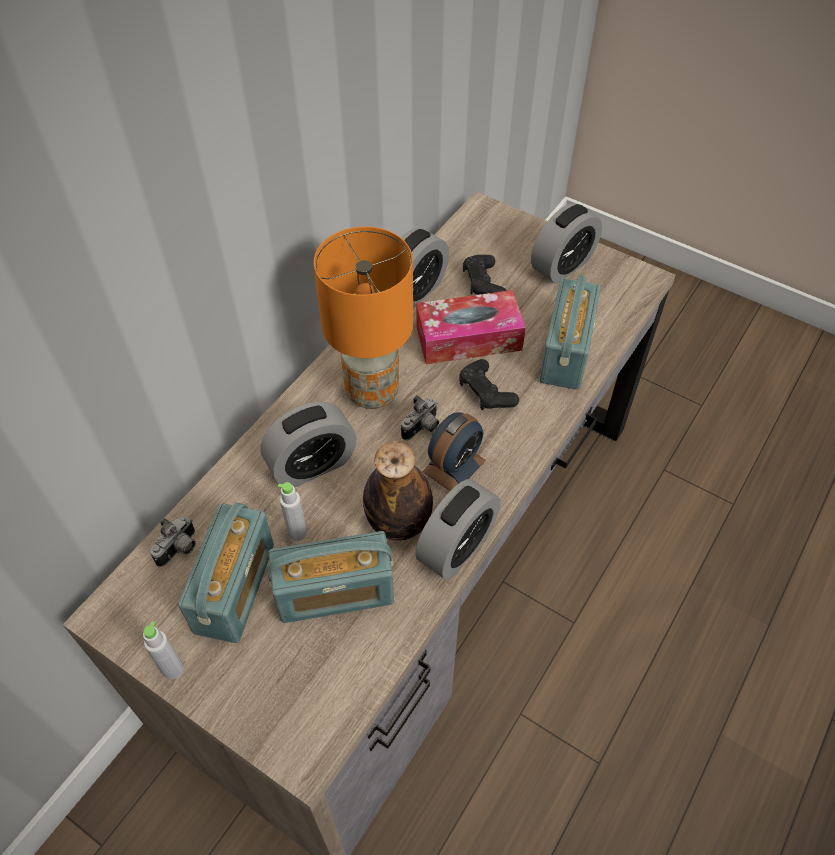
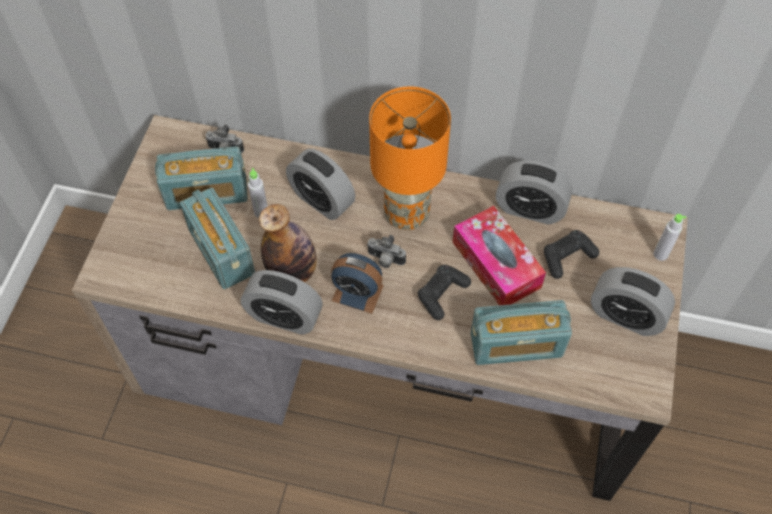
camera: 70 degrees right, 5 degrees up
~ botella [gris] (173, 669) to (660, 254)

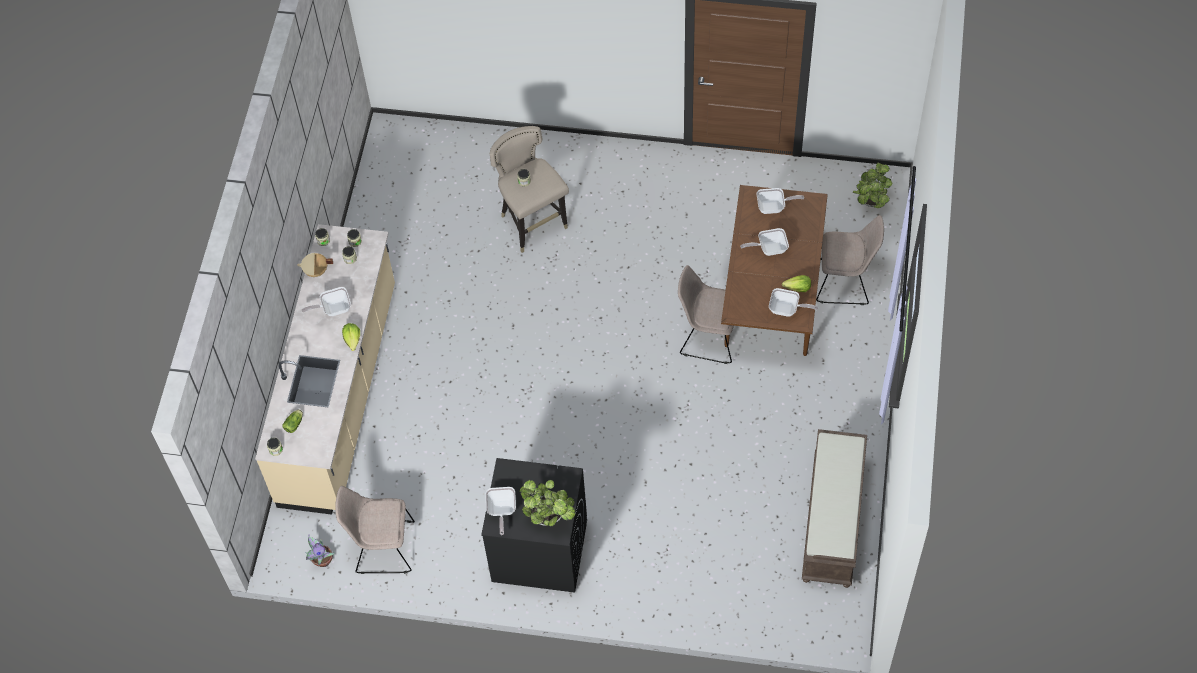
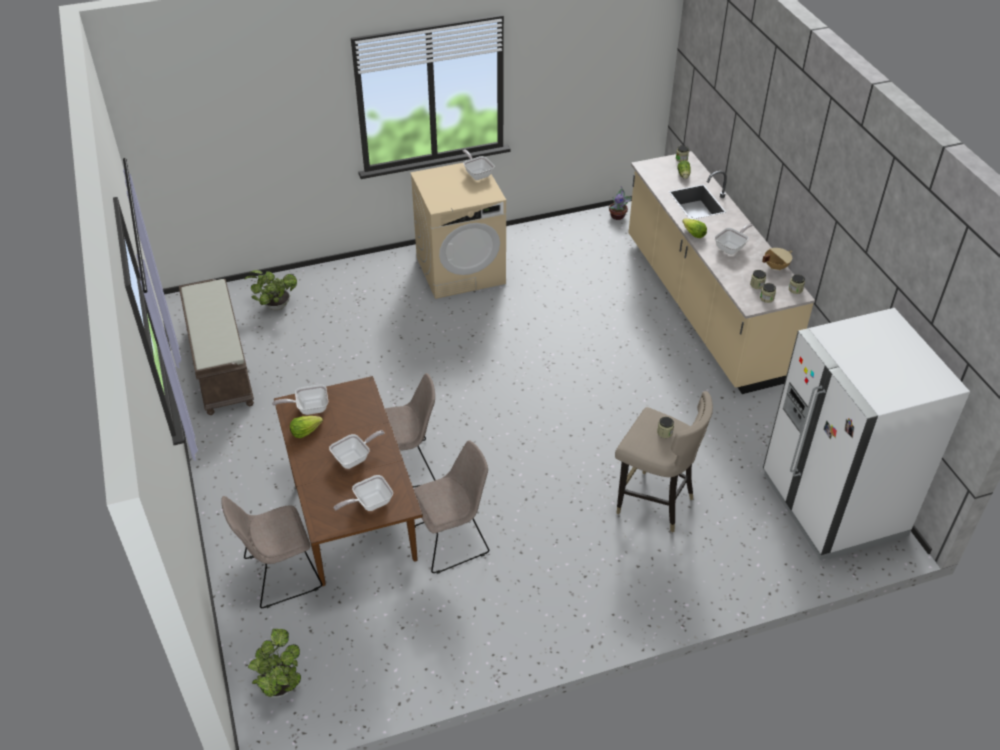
camera: 150 degrees right, 15 degrees down
~ lavadora [negro] (539, 550) to lavadora [beis] (461, 270)
~ planta en maceta (549, 516) to (275, 305)
~ silla [beis] (382, 547) to (451, 539)
+ nevera [blanco] (832, 505)

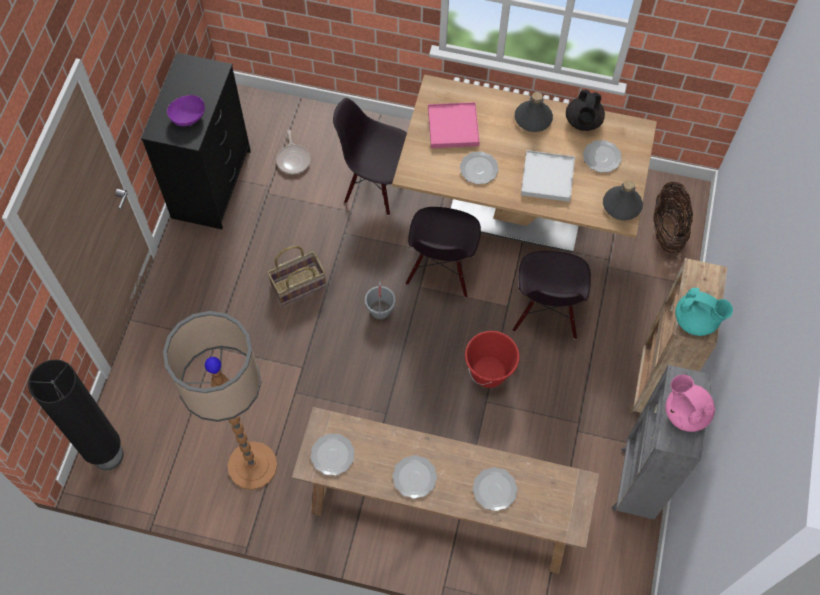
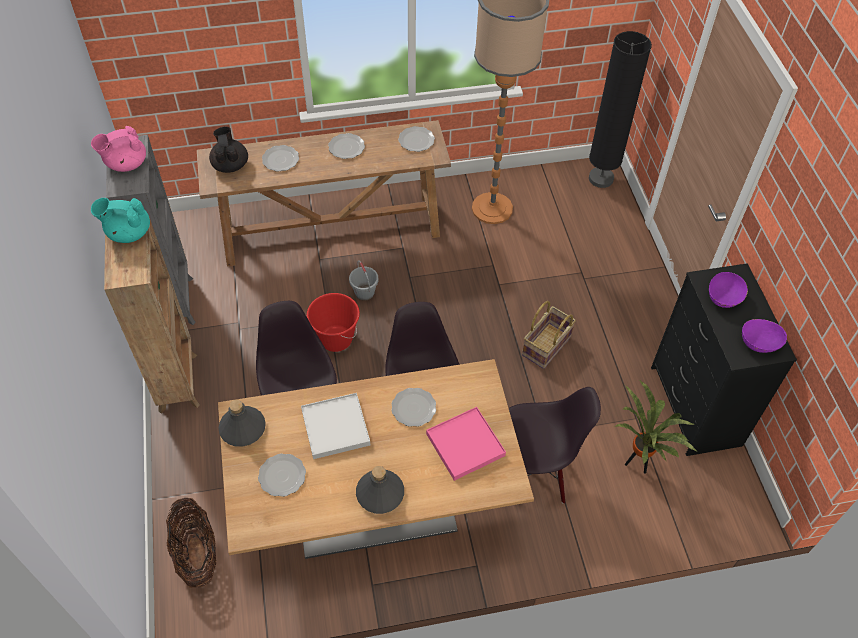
camera: 155 degrees right, 10 degrees down
~ tetera [negro] (583, 122) to (230, 165)
~ sartén (293, 159) to planta en maceta (637, 465)
~ cubo [gris] (380, 310) to (364, 293)
~ tetera [rosa] (685, 412) = (126, 164) 120 degrees clockwise
+ cuenco [morado] (759, 343)

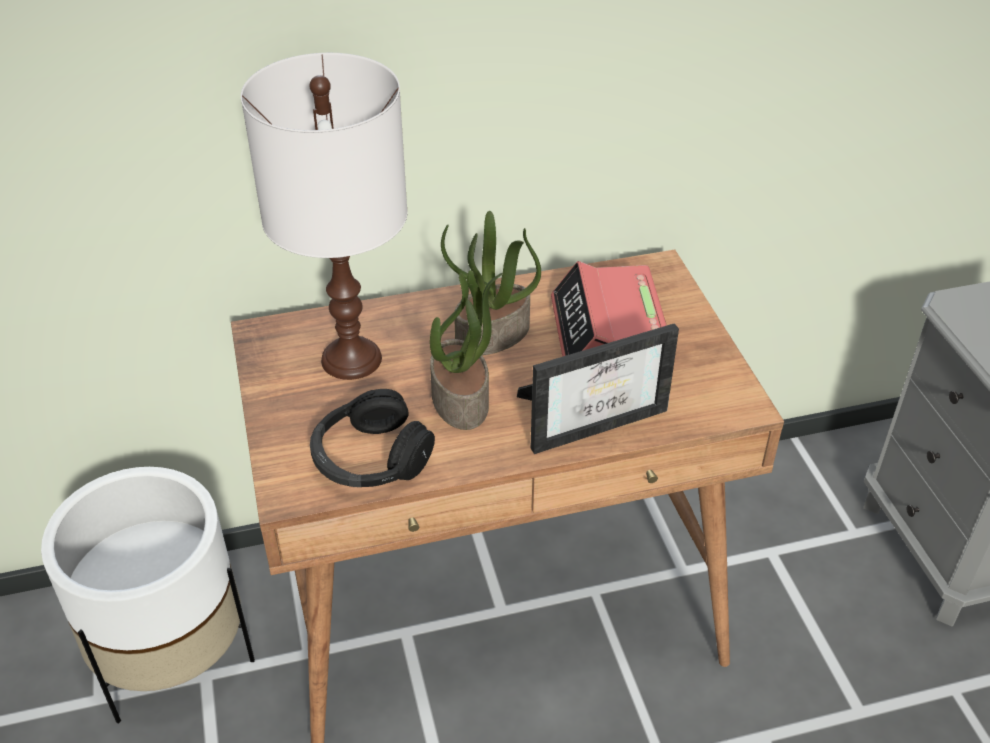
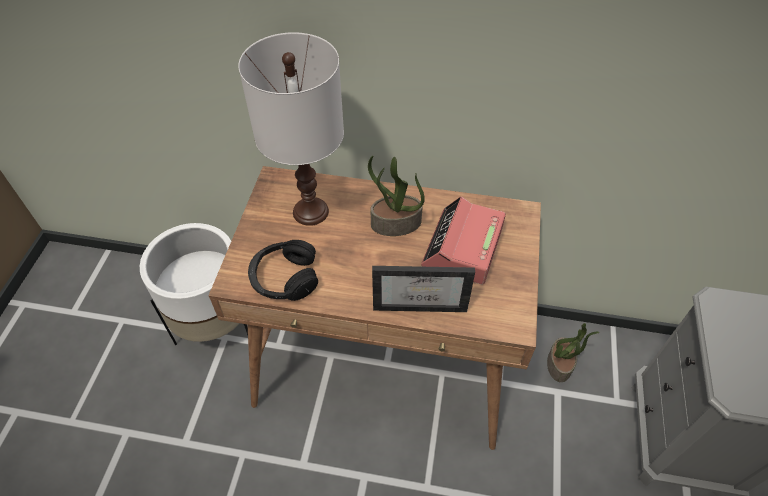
camera: 25 degrees right, 10 degrees up
~ planta en maceta (462, 400) to (560, 364)

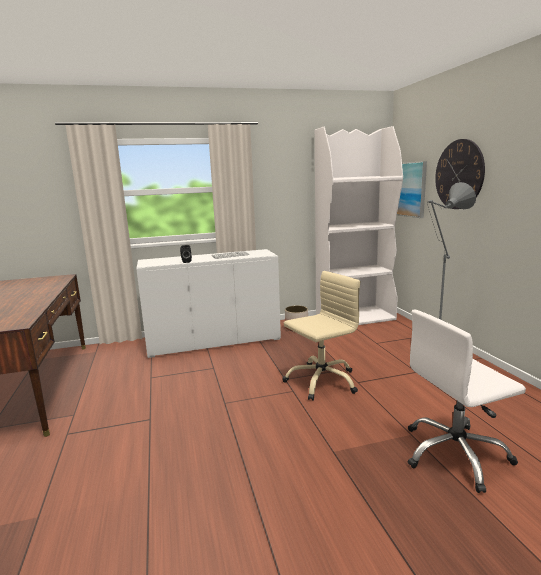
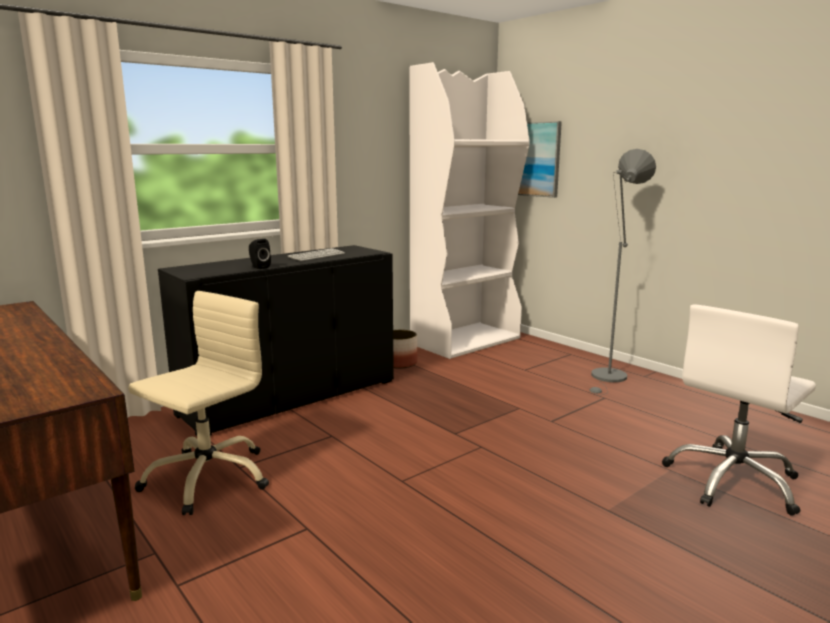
camera: 25 degrees left, 0 degrees up
- reloj de pared (459, 174)
~ armario [blanco] (214, 341) to armario [negro] (290, 397)
~ silla de oficina [beis] (321, 381) to (207, 478)

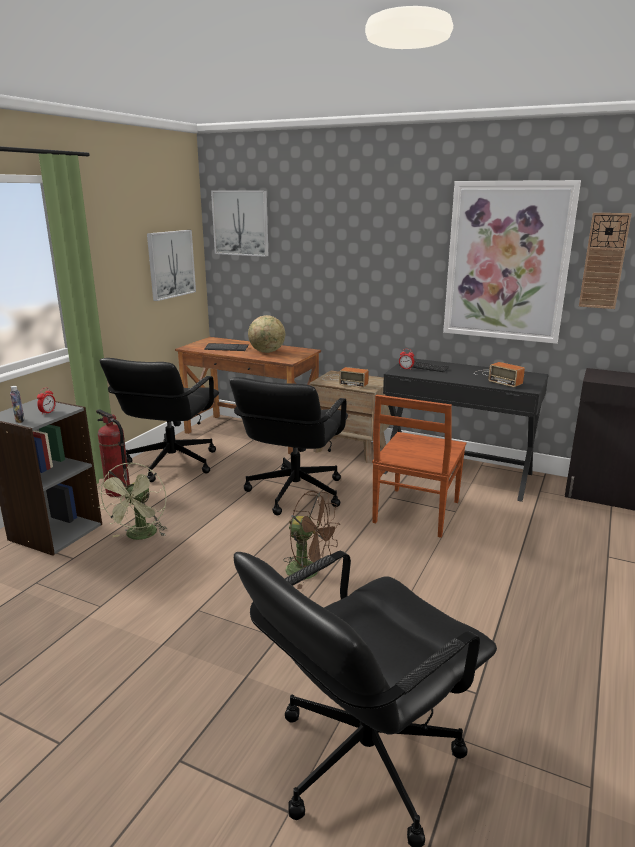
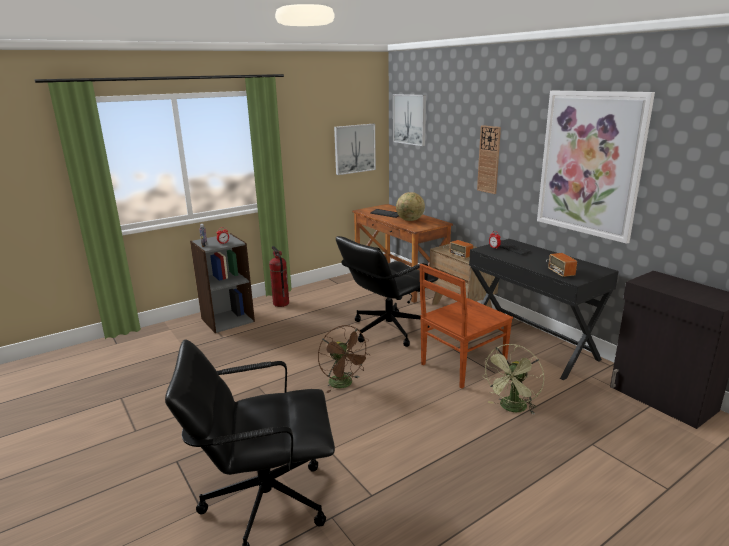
camera: 30 degrees right, 0 degrees up
~ reloj de pared (604, 261) to (489, 159)
- silla de oficina [negro] (171, 463)
~ ventilador [verde] (140, 536) to (512, 408)

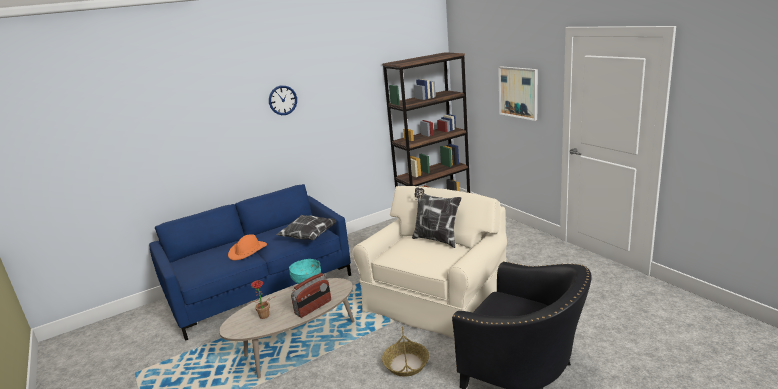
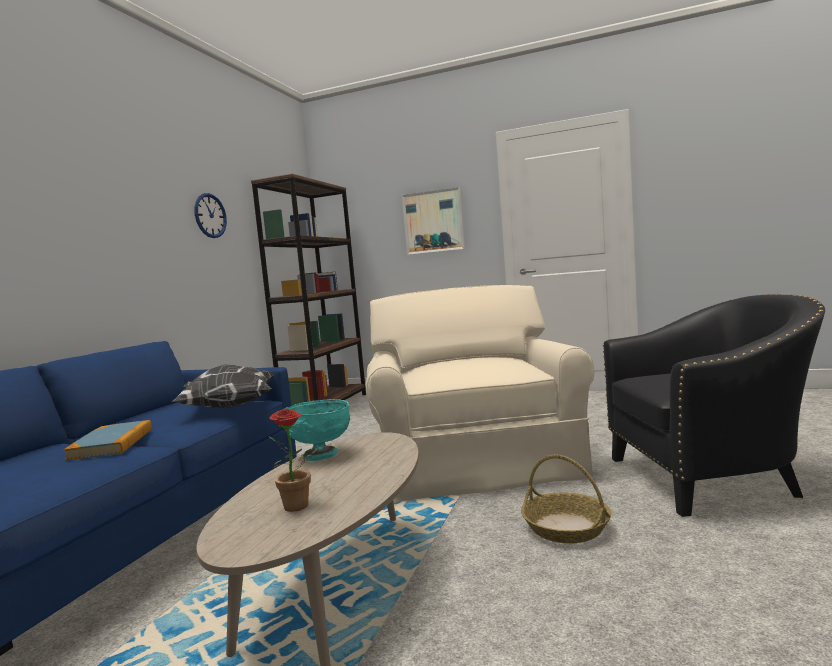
camera: 40 degrees left, 15 degrees down
~ reloj de pared (282, 100) to (210, 215)
- cojín (436, 239)
~ sombrero [naranja] (248, 251) to libro (112, 443)
- radio (313, 307)

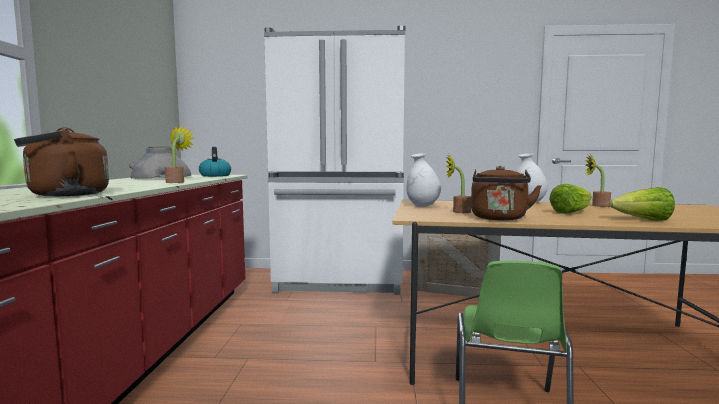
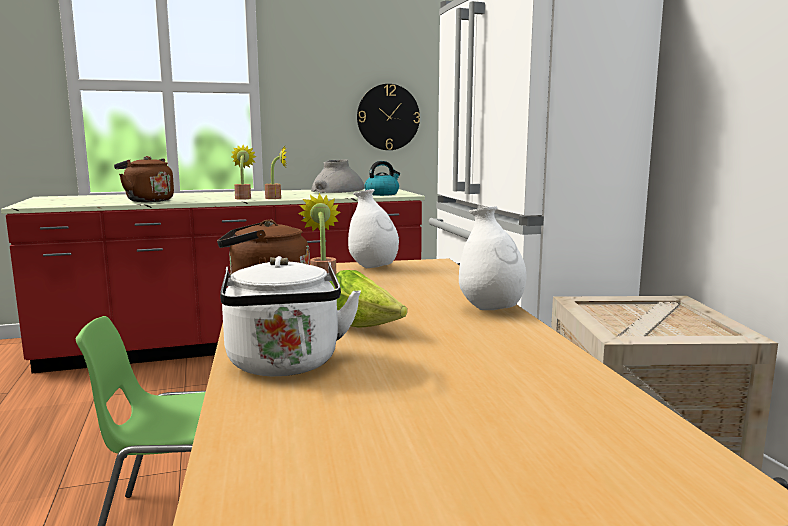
camera: 70 degrees right, 5 degrees up
~ planta en maceta (597, 205) to (243, 198)
~ lechuga (643, 220) to hervidor [blanco] (285, 366)
+ reloj de pared (388, 117)

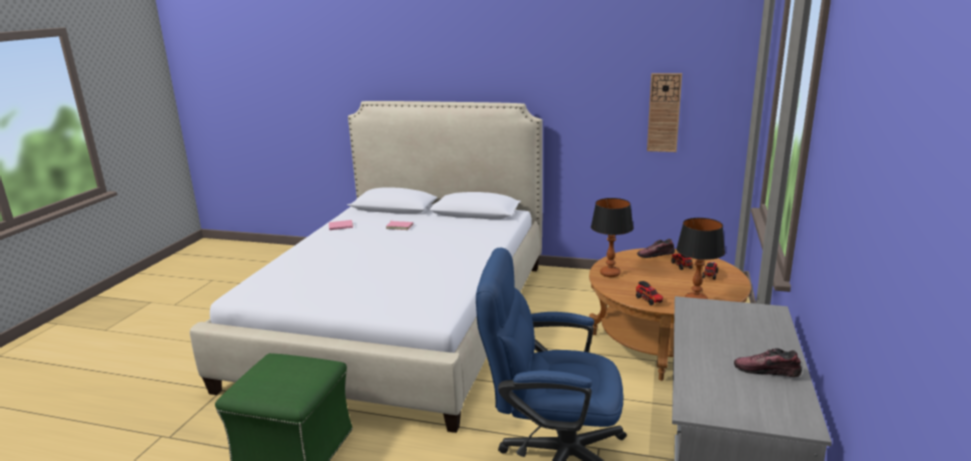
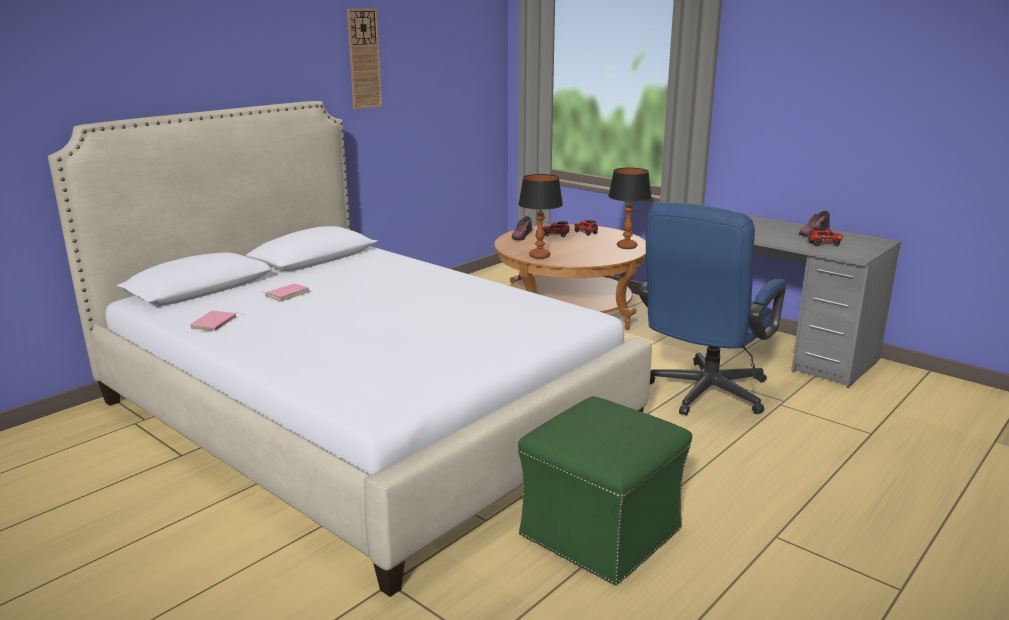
camera: 65 degrees left, 0 degrees up
~ reloj de pared (664, 113) to (364, 59)
~ camión de juguete (649, 300) to (824, 244)

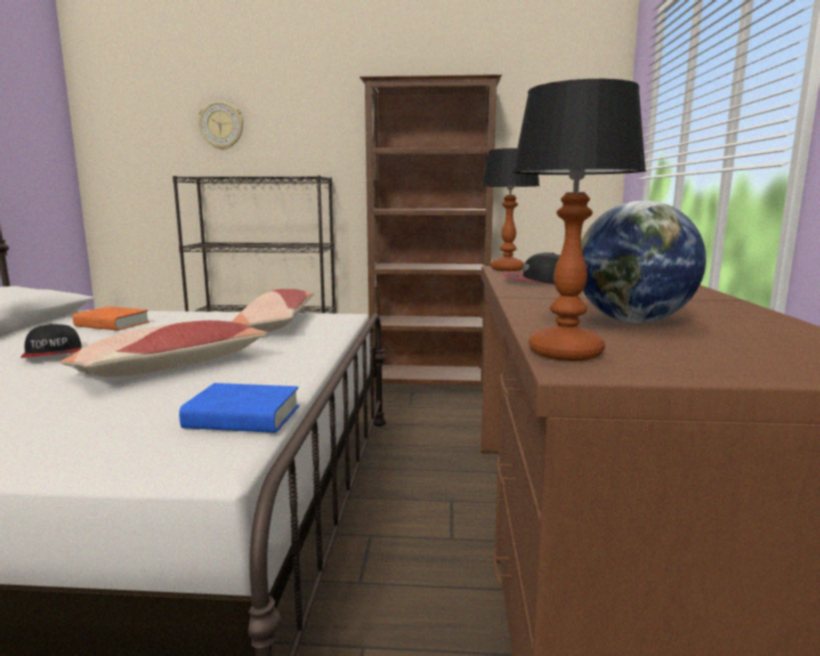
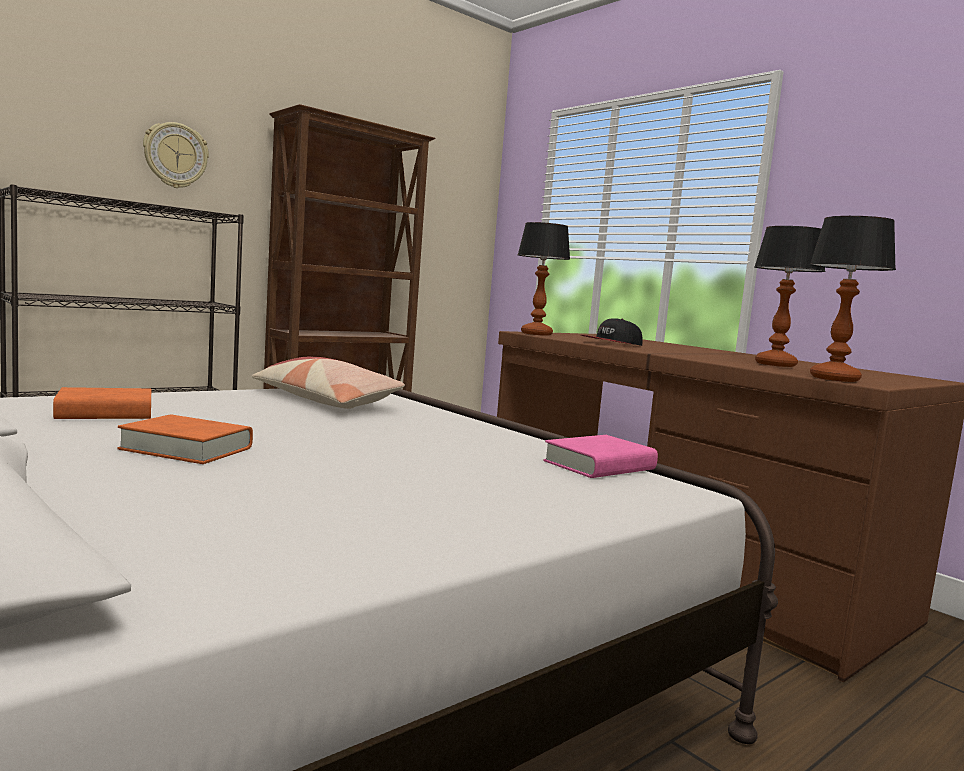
camera: 45 degrees left, 5 degrees down
~ reloj de pared (221, 126) to (175, 155)
~ globo terráqueo (632, 321) to lámpara de mesa (776, 365)
- cojín (171, 367)
~ gorra (53, 354) to libro [naranja] (187, 449)
~ libro [azul] (243, 417) to libro [rosa] (599, 466)

